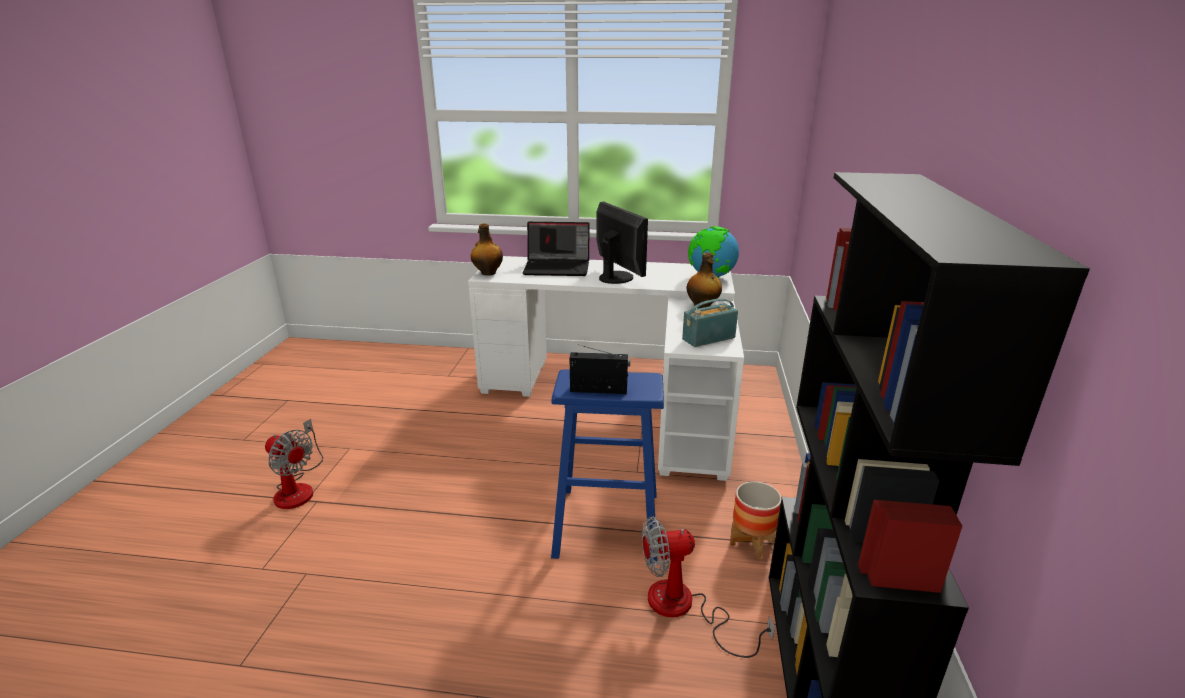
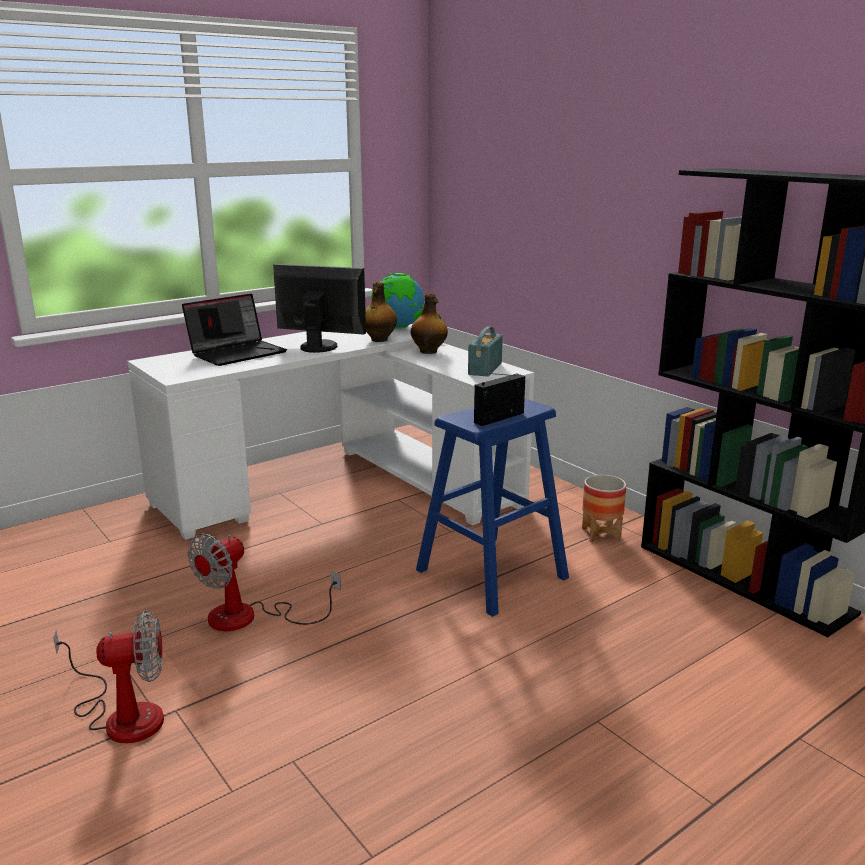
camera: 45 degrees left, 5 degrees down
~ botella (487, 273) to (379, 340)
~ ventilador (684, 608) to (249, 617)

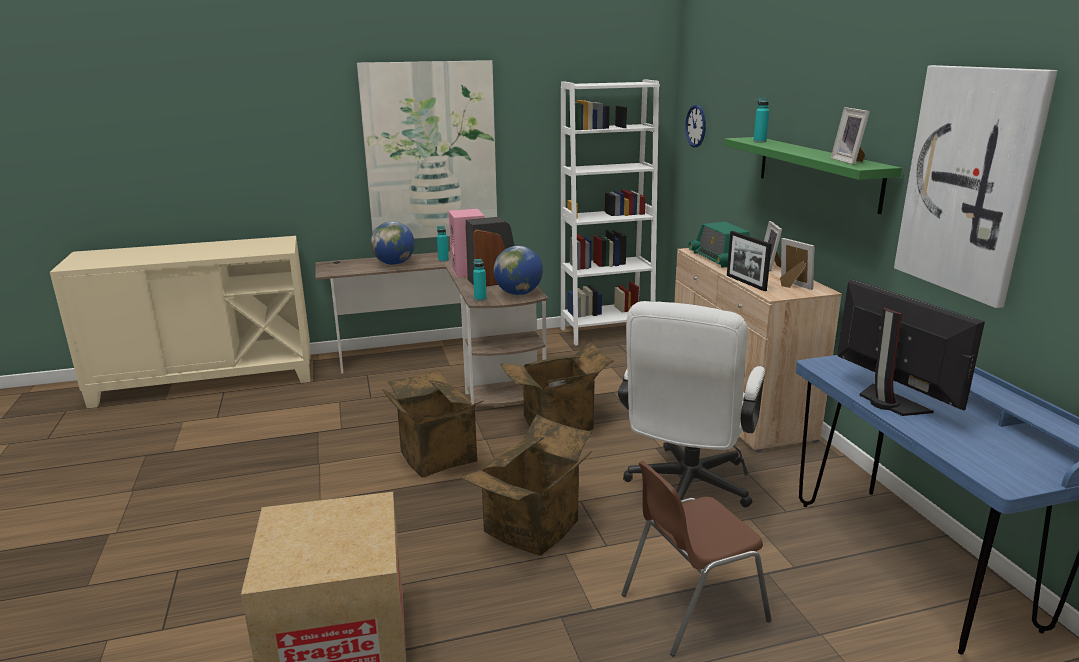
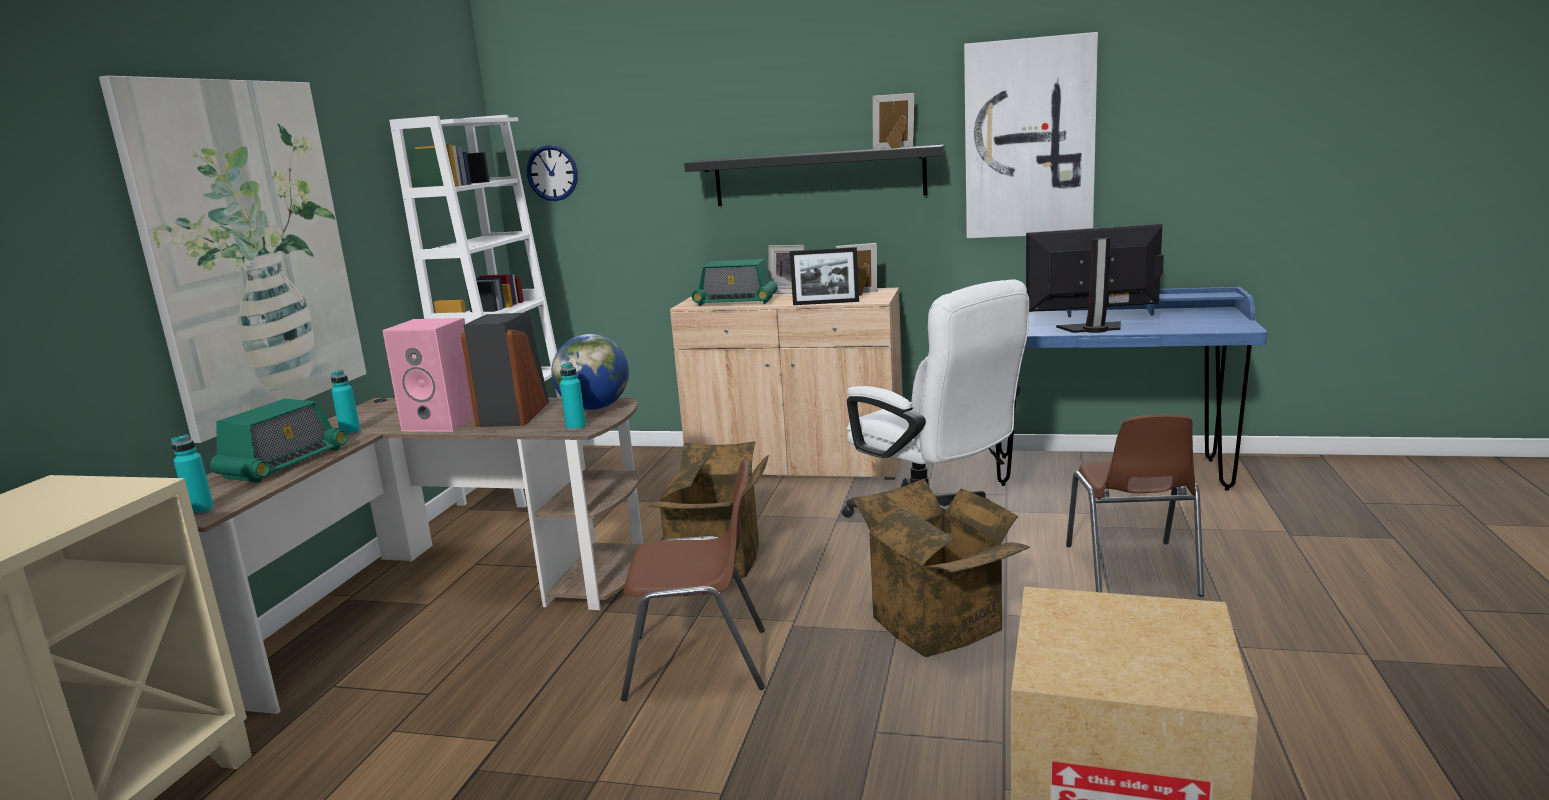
camera: 60 degrees left, 5 degrees down
~ botella [turquesa] (759, 141) to (201, 511)
~ portarretratos (849, 161) = (895, 148) 150 degrees clockwise
~ estante [verde] (817, 172) to estante [negro] (818, 176)
~ globo terráqueo (394, 263) to radio (284, 463)
~ caja de cartón (434, 456) to silla [marrón] (699, 663)

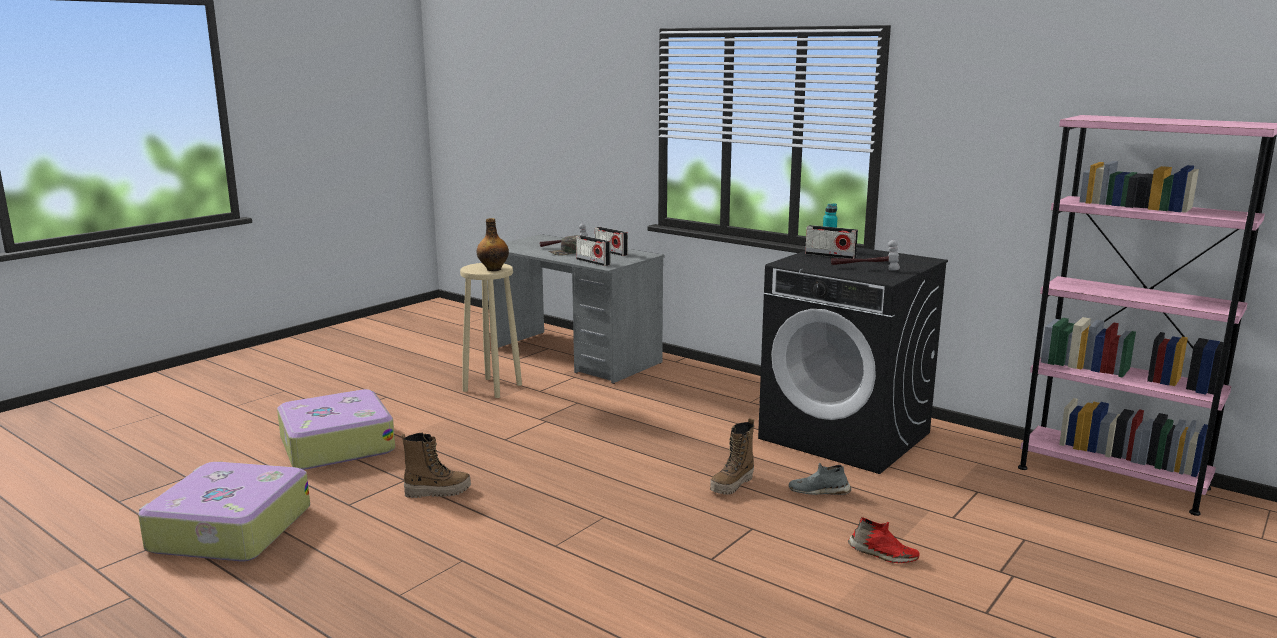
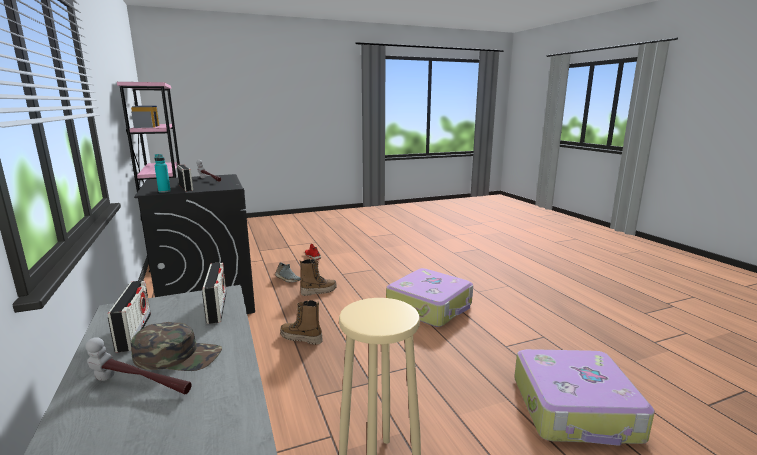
camera: 150 degrees left, 0 degrees up
- botella (493, 269)
~ bota (438, 492) to (301, 338)
~ maleta (228, 529) to (430, 307)

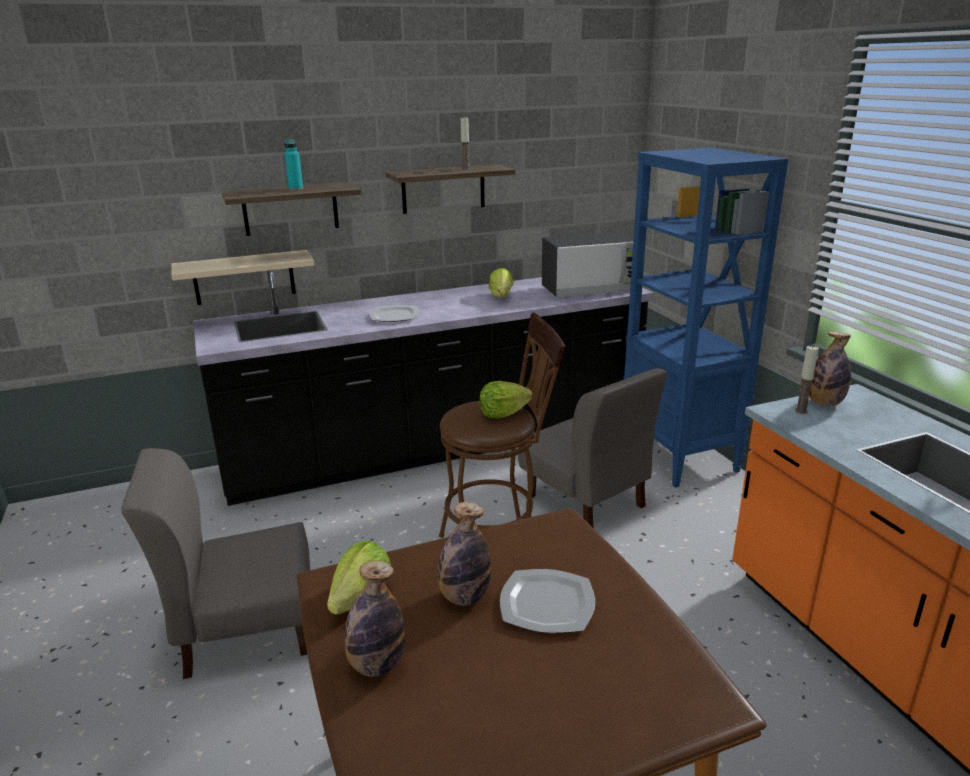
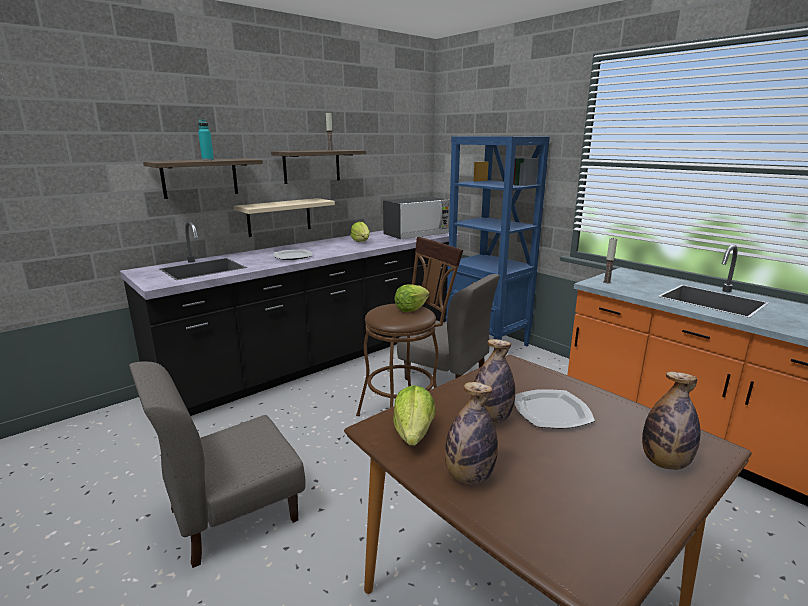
camera: 20 degrees left, 5 degrees down
~ estante [beis] (244, 277) to (279, 217)
~ botella (824, 403) to (665, 462)

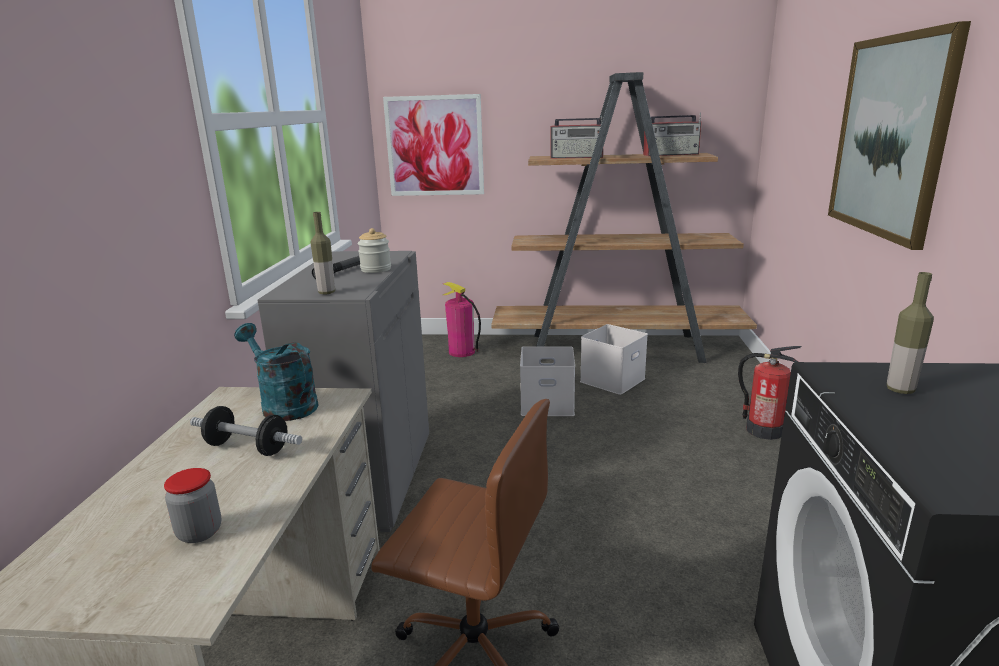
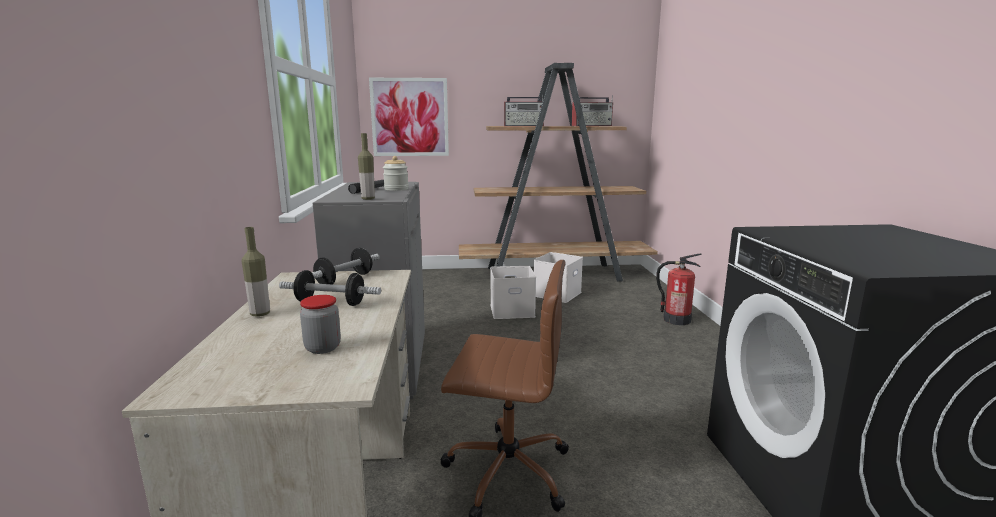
camera: 10 degrees left, 5 degrees down
- cuadro (890, 136)
~ botella (900, 390) to (260, 314)
- extintor (461, 352)
~ regadera [turquesa] (283, 405) to mancuerna (344, 280)

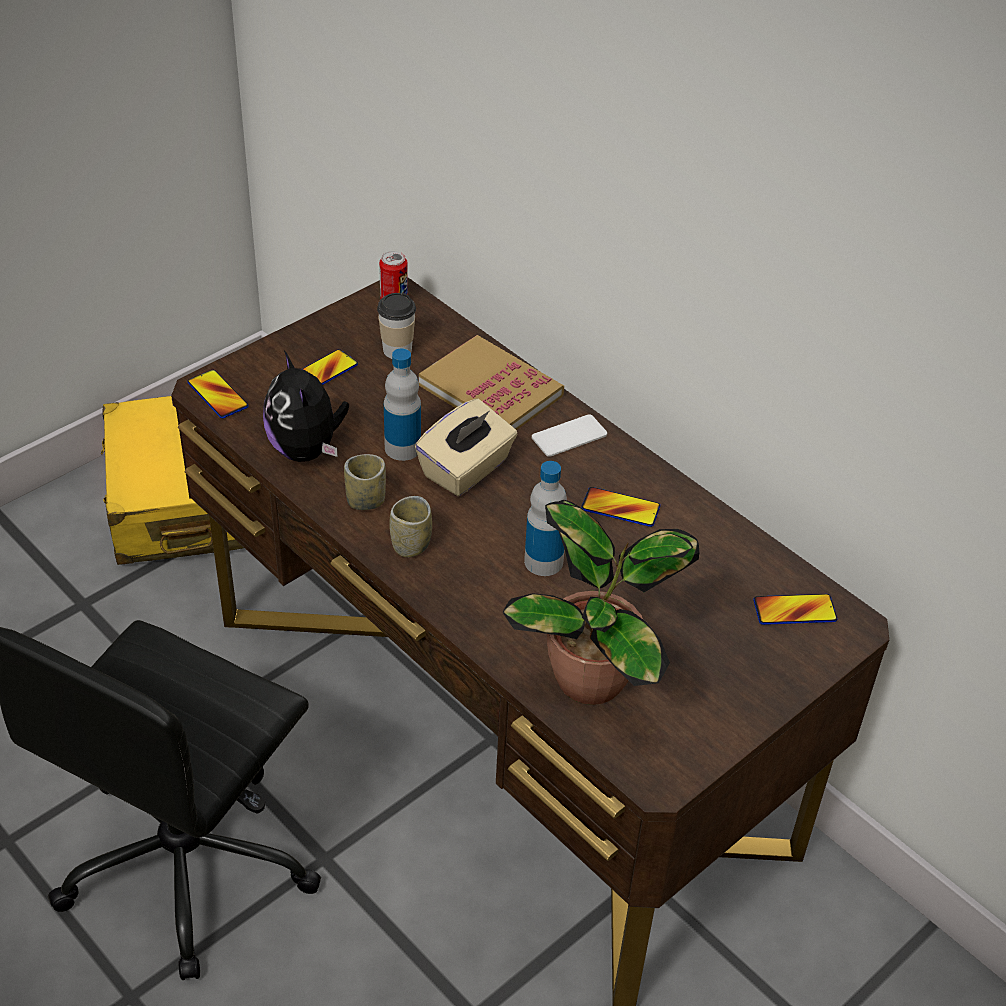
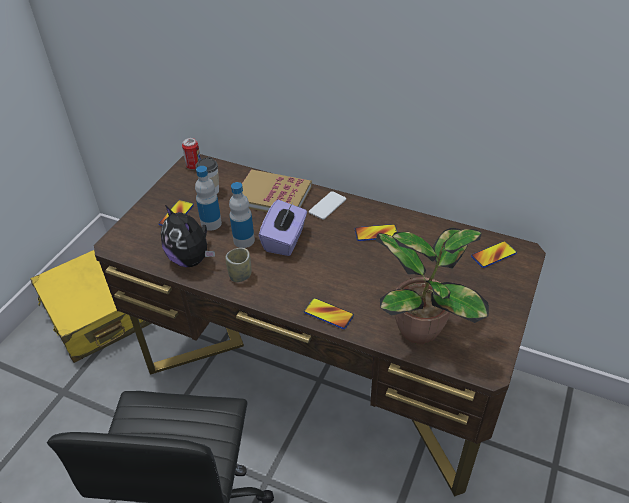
camera: 20 degrees left, 0 degrees up
~ móvil (218, 395) to (328, 314)
~ caja de pañuelos [beis] (466, 469) to caja de pañuelos [morado] (285, 240)
~ botella (543, 561) to (211, 223)
- taza (411, 545)

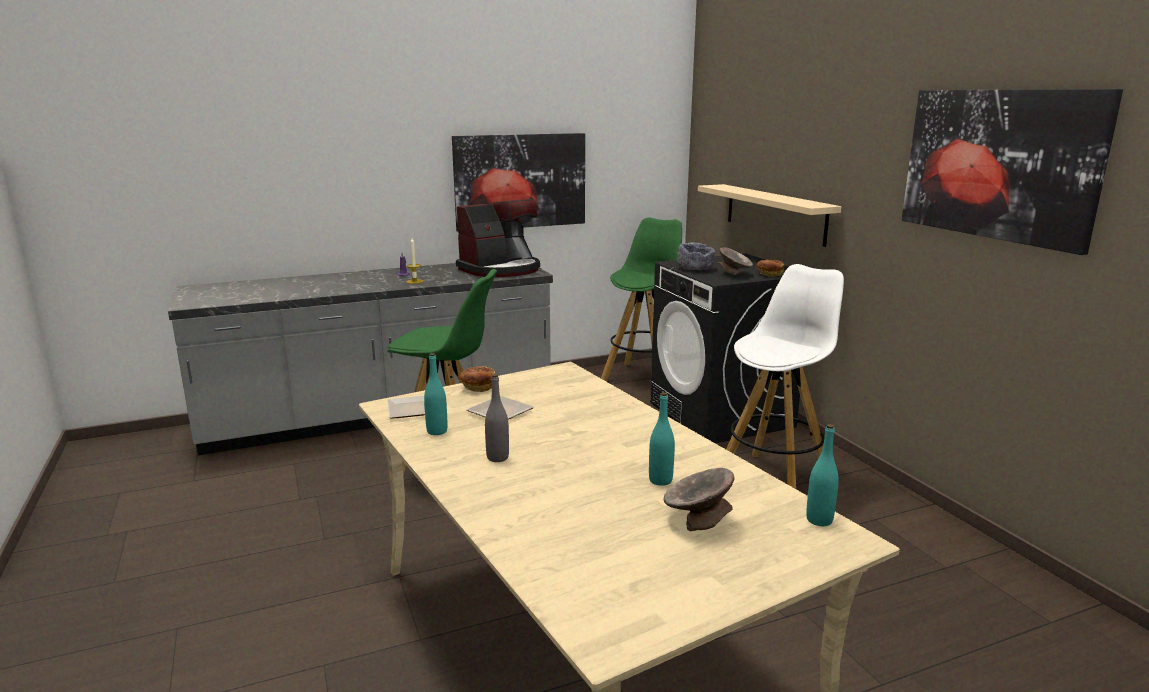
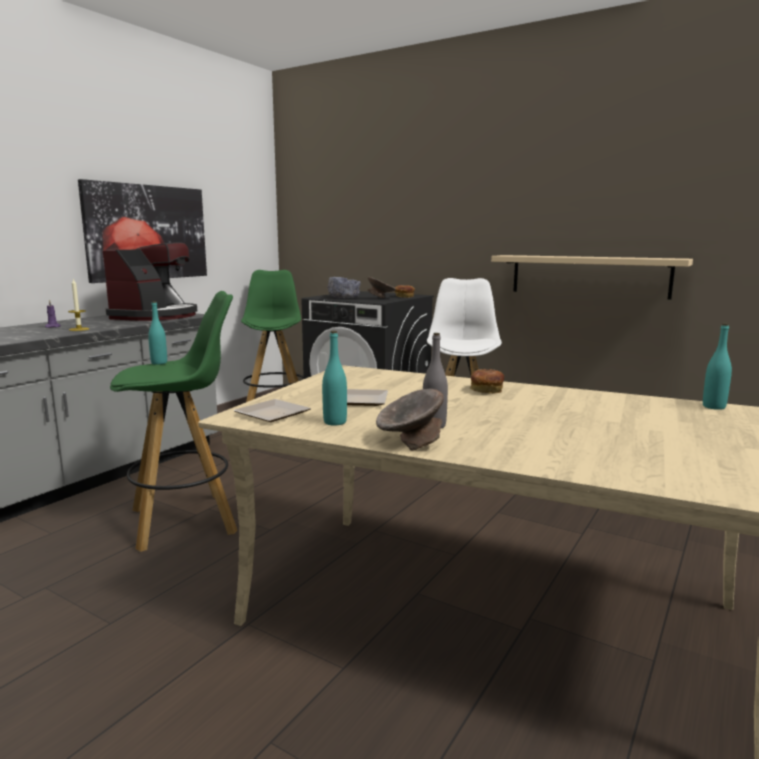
camera: 35 degrees left, 5 degrees down
- cuadro (998, 164)
~ estante [beis] (774, 213) to (588, 276)
~ pan (478, 387) to (486, 390)
~ botella [turquesa] (660, 480) to (159, 363)
~ cuenco [gris] (697, 520) to (410, 443)

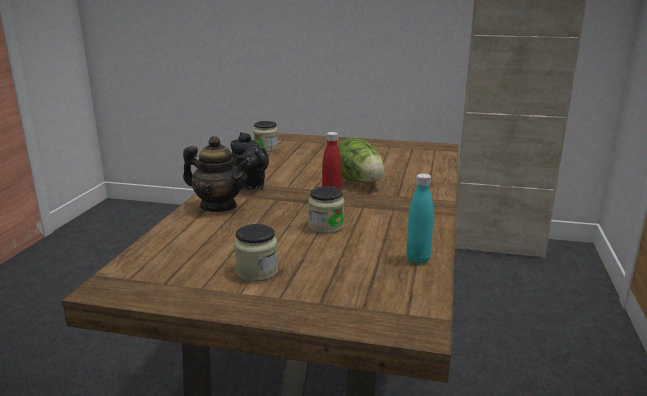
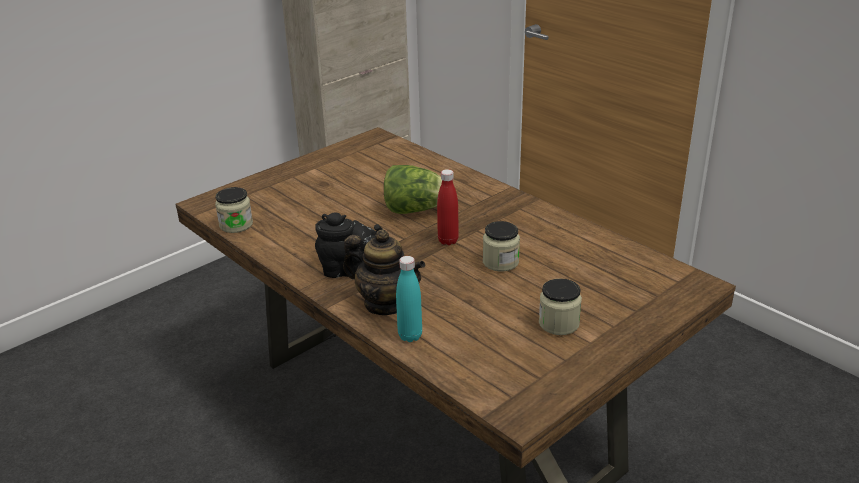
camera: 55 degrees left, 10 degrees up
~ tetera (218, 206) = (386, 304) 60 degrees clockwise
~ botella [turquesa] (418, 260) to (410, 336)

